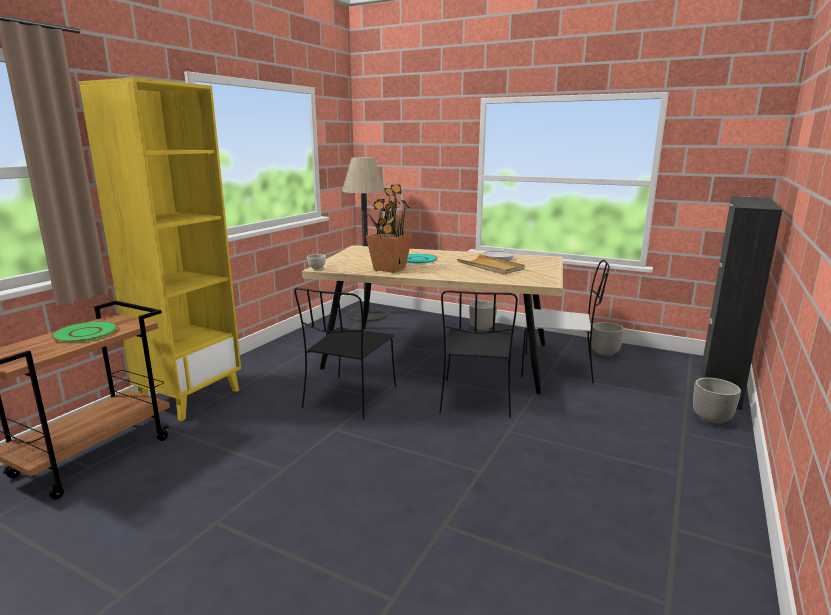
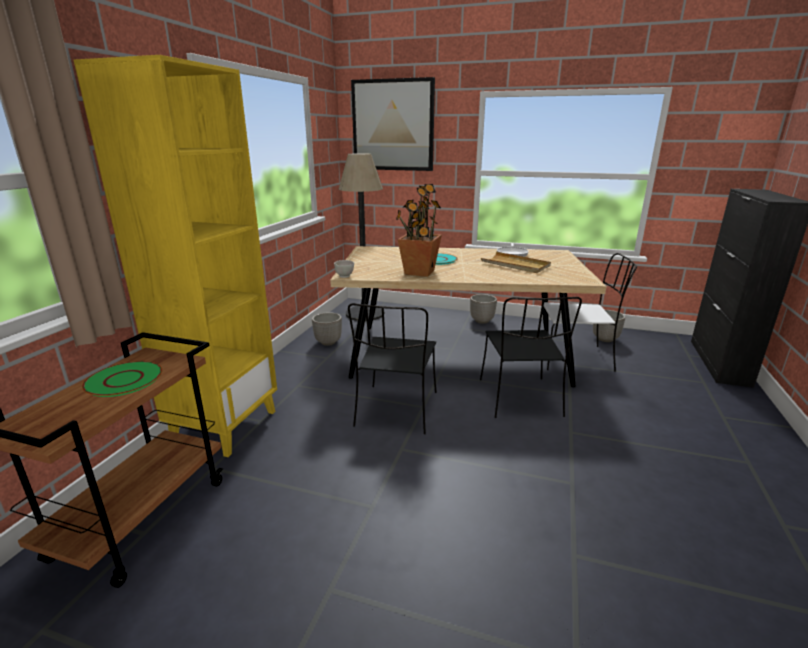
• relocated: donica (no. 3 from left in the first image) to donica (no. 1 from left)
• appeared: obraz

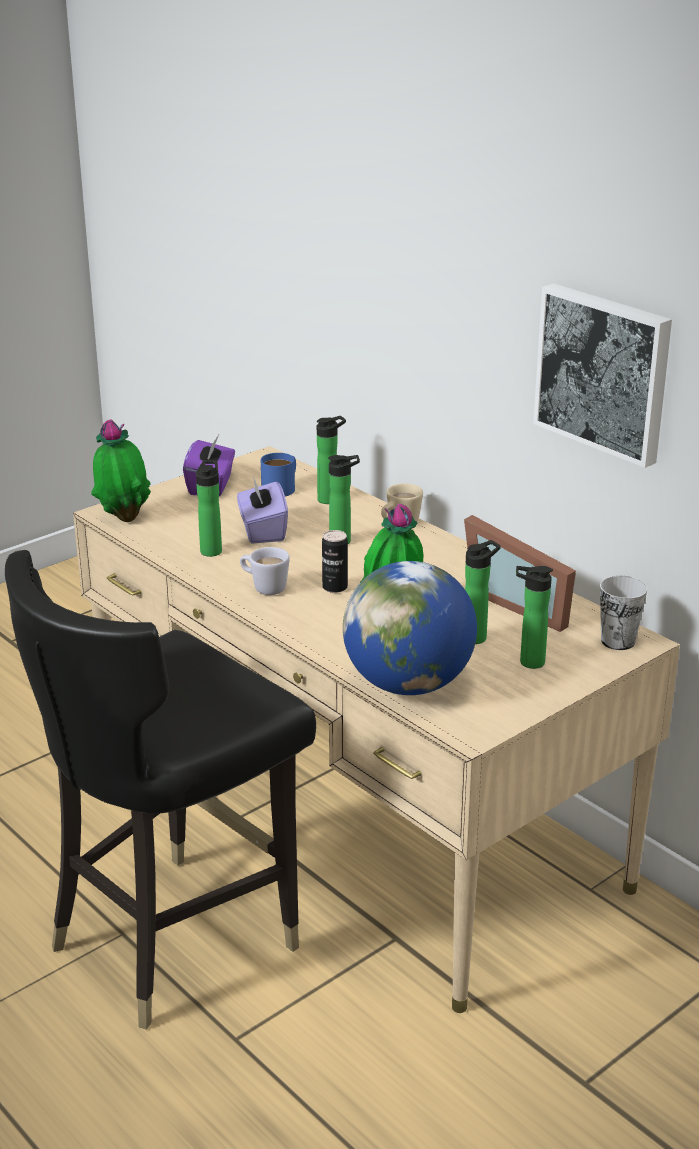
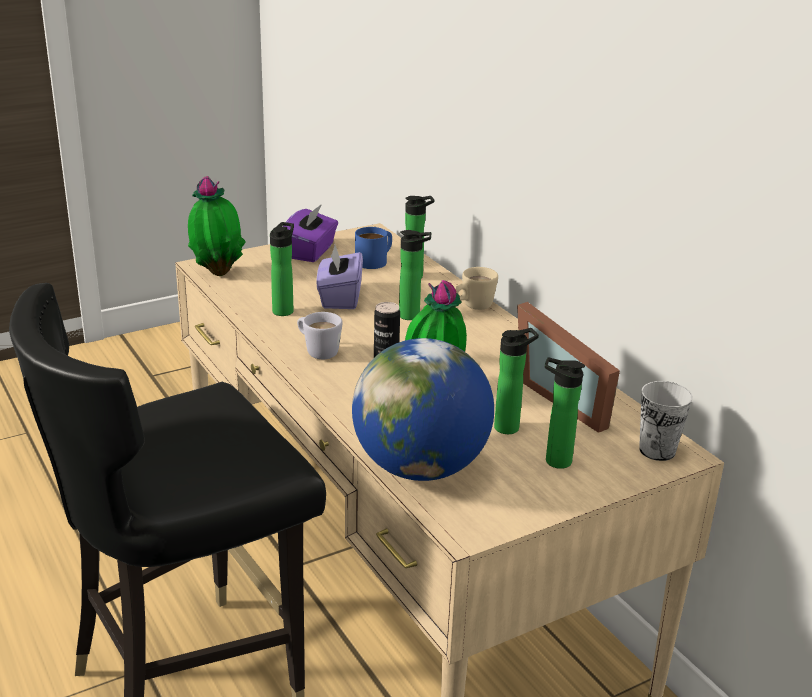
• missing: obraz

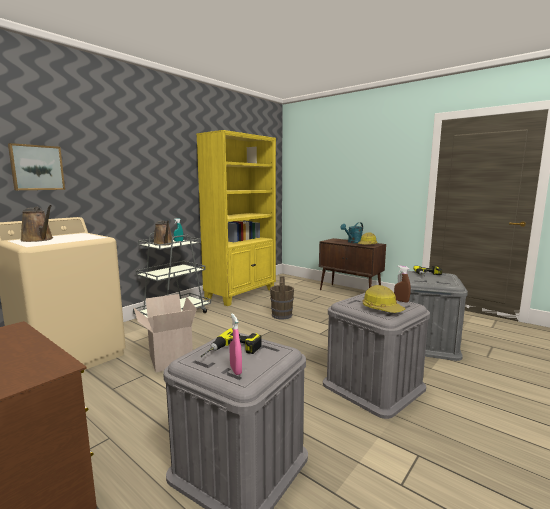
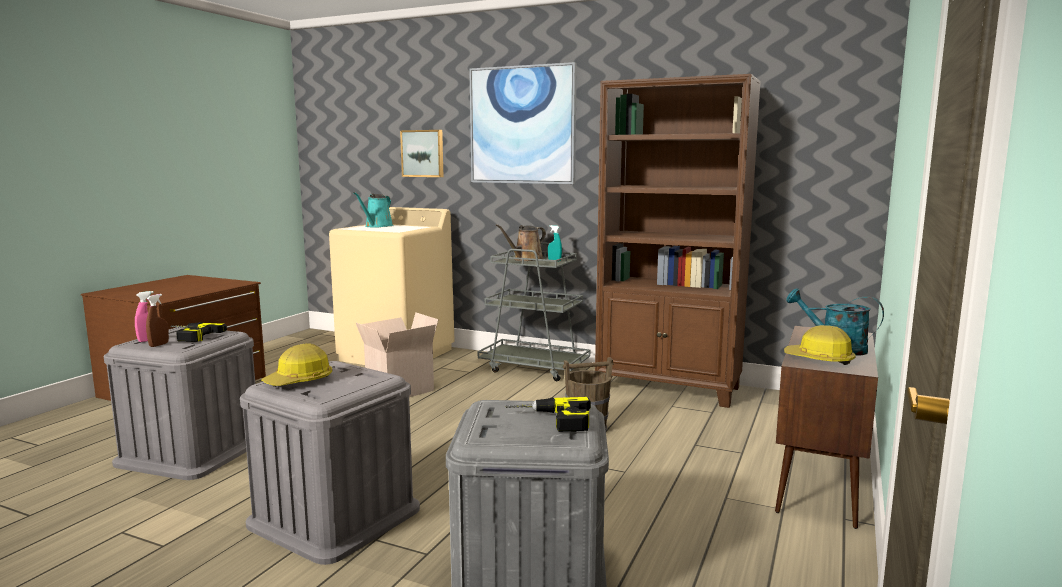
• colour: regał [żółty] to regał [brązowy]
• colour: konewka [brązowy] (no. 1 from left) to konewka [turkusowy] (no. 1 from left)
• relocated: spryskiwacz [brązowy]
• appeared: obraz (no. 2 from left)

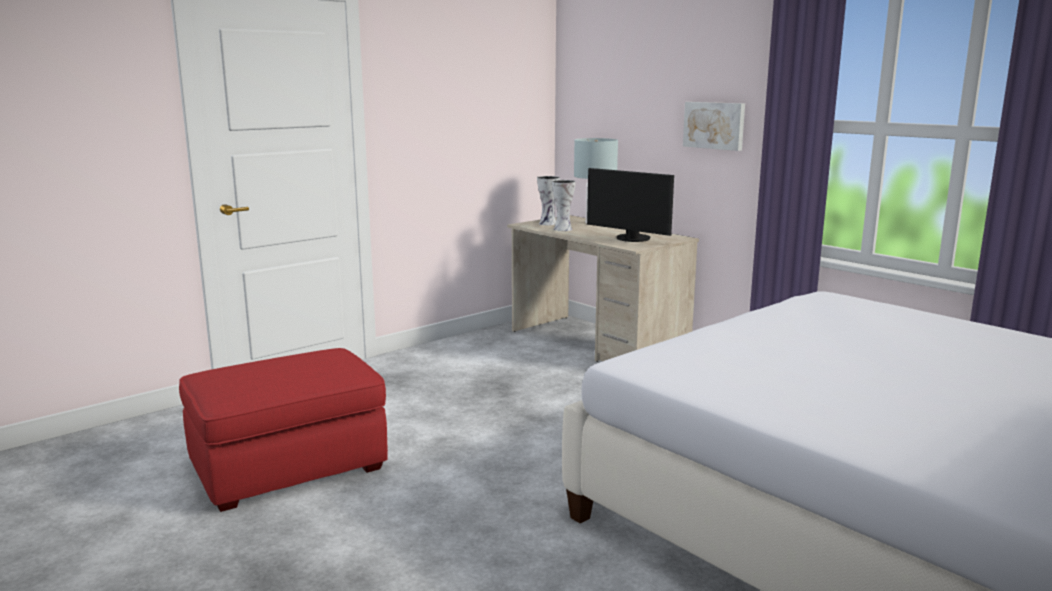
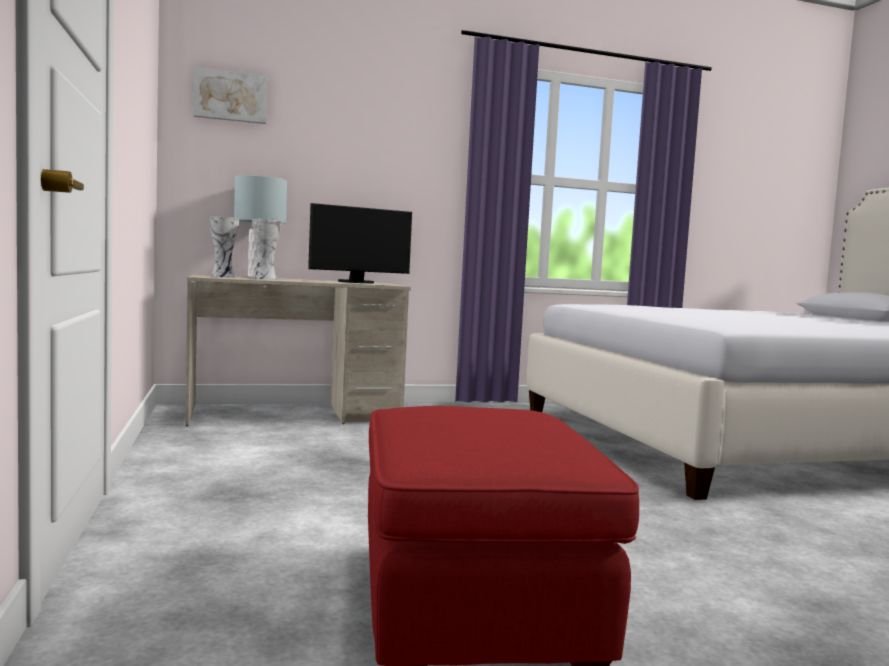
• relocated: obraz

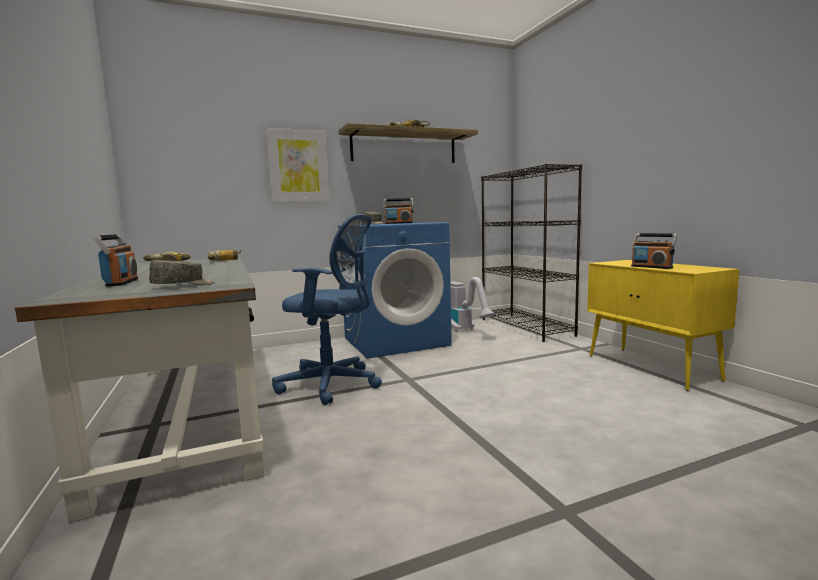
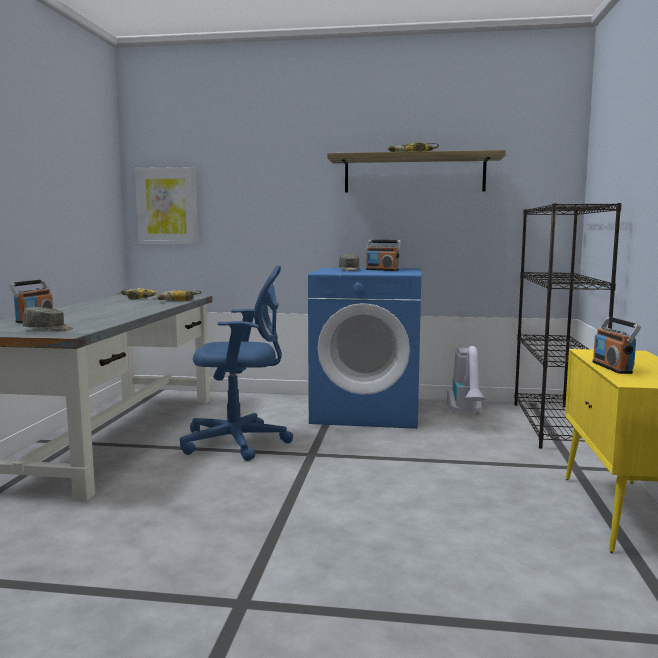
• relocated: obraz
• spun: krzesło biurowe [niebieski] 45 degrees counterclockwise

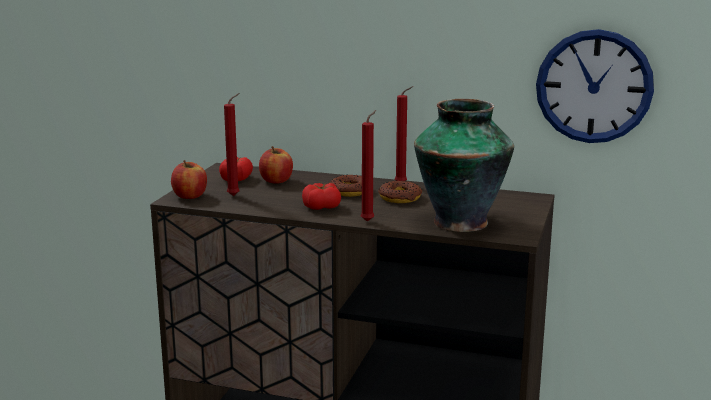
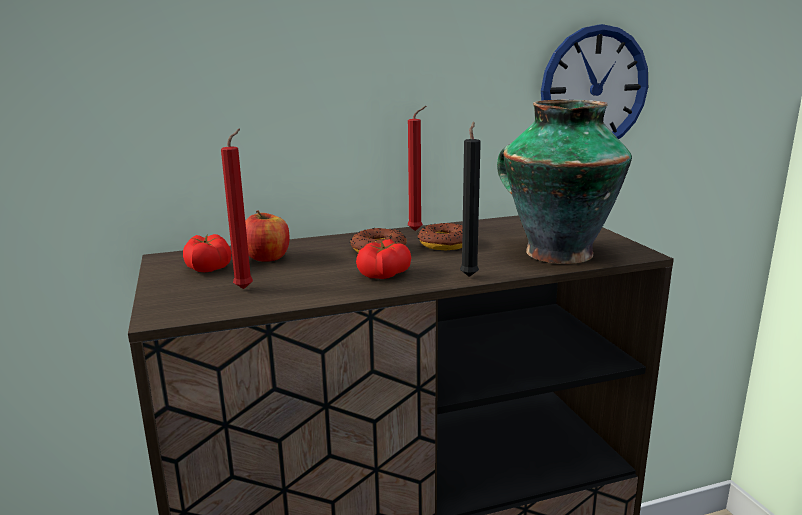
• colour: świeca [czerwony] (no. 2 from left) to świeca [czarny]
• missing: jabłko (no. 1 from left)

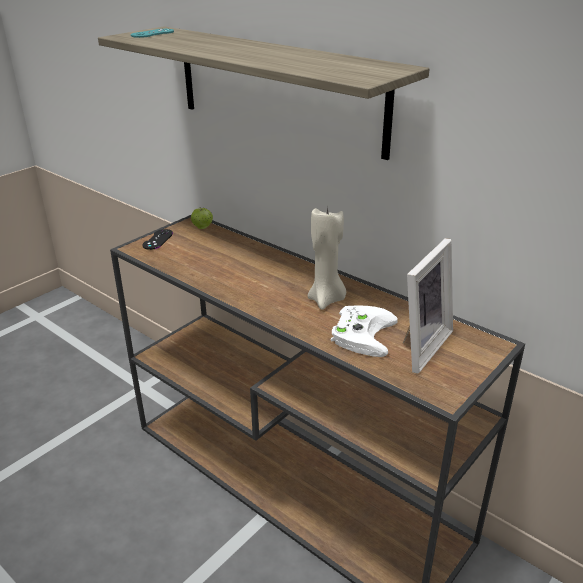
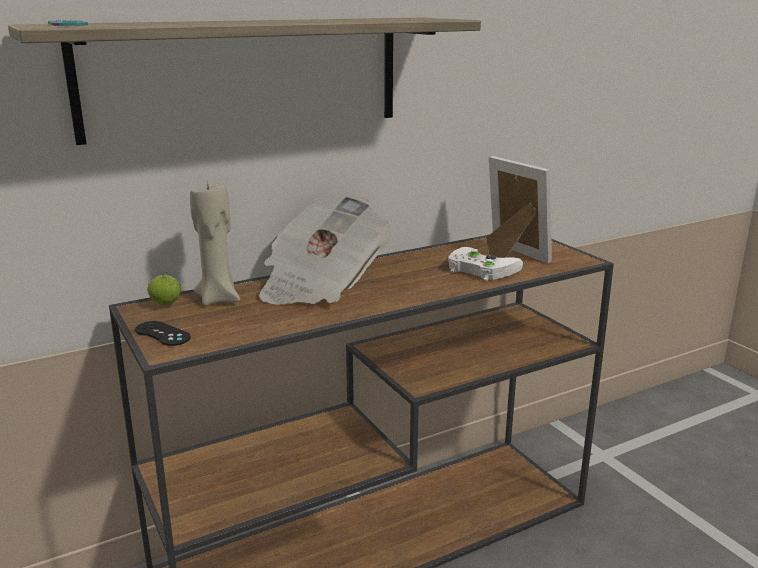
• relocated: świeca [beżowy]
• appeared: gazeta

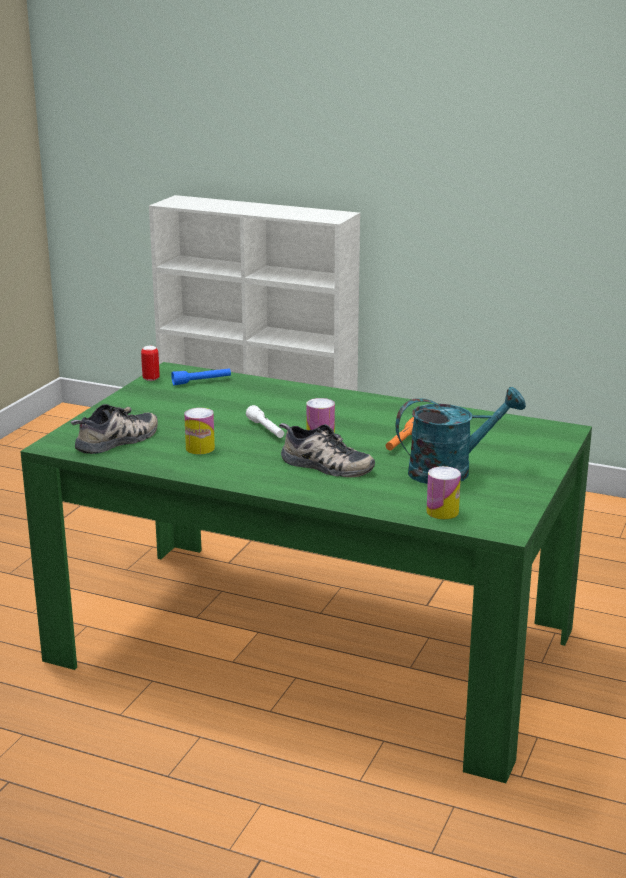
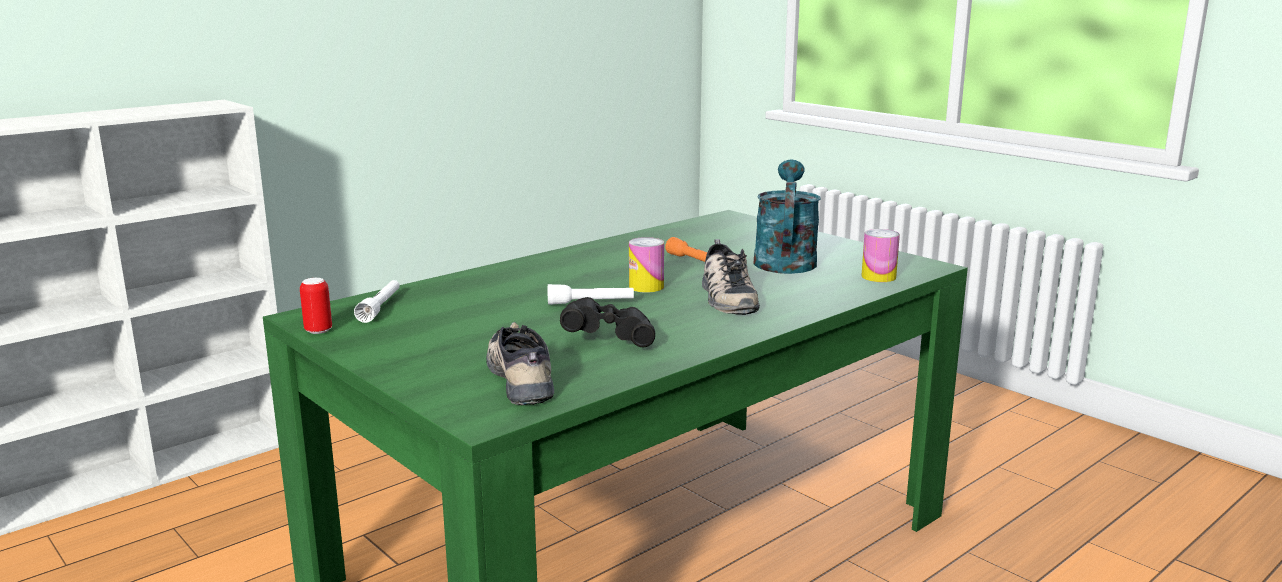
• colour: latarka [niebieski] to latarka [biały] (no. 1 from left)
• exchanged: puszka (no. 2 from left) to lornetka [czarny]
• spun: but (no. 2 from left) 120 degrees clockwise

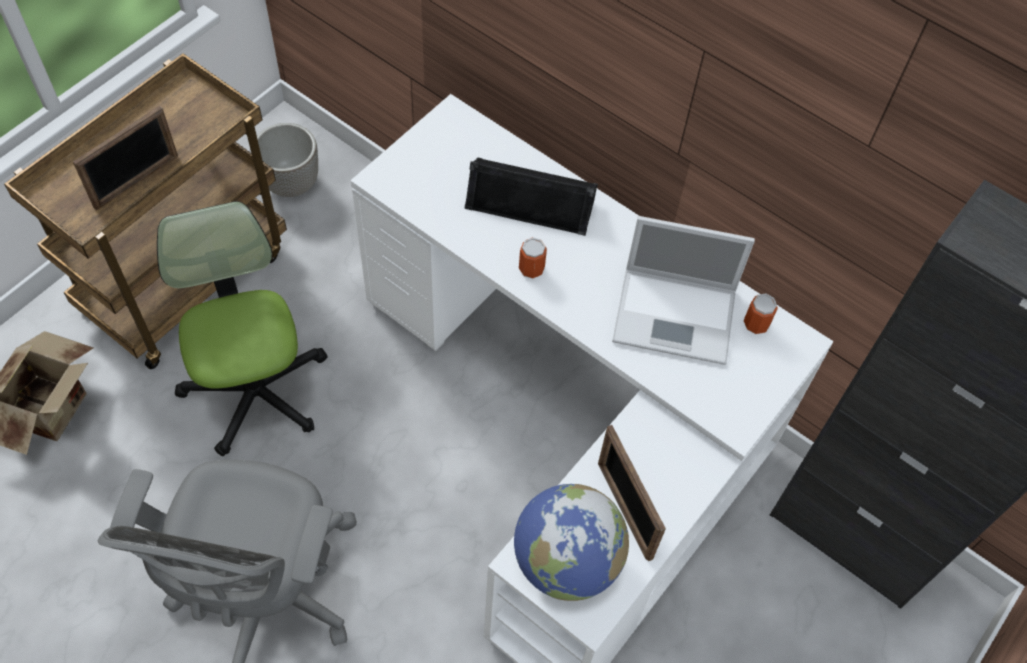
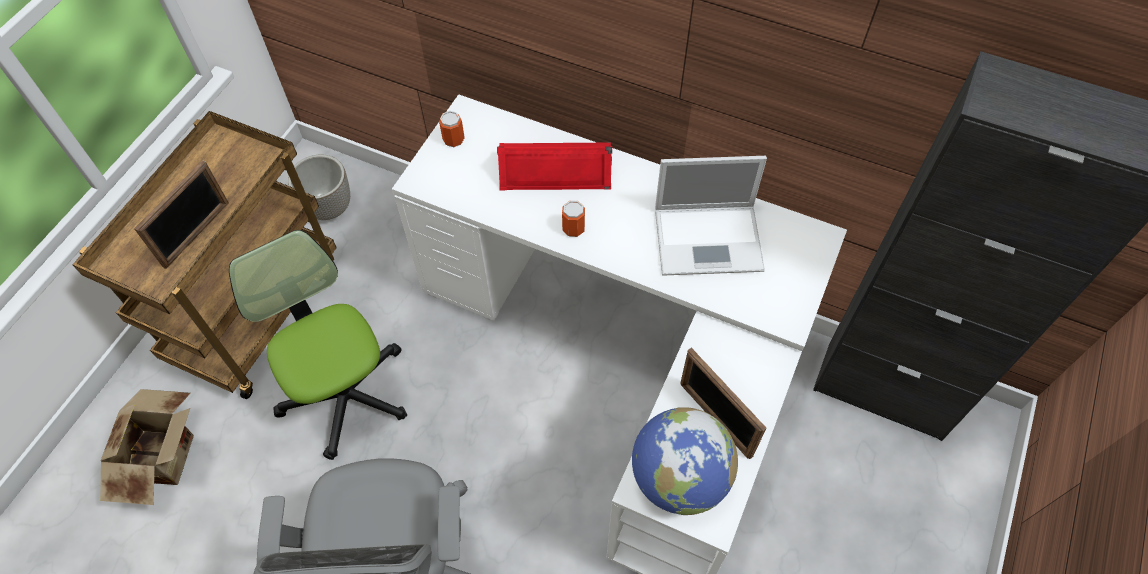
• colour: głośnik [czarny] to głośnik [czerwony]
• relocated: puszka (no. 2 from left in the first image) to puszka (no. 1 from left)

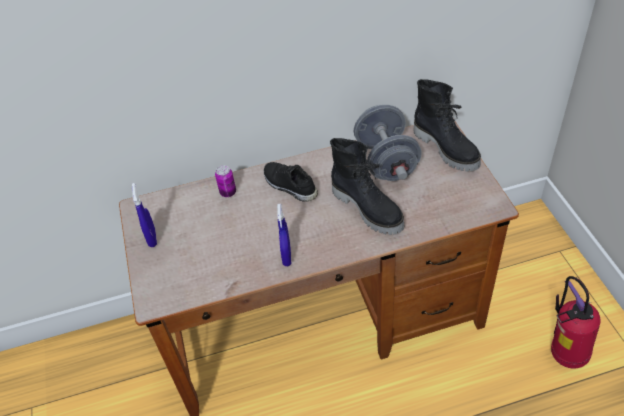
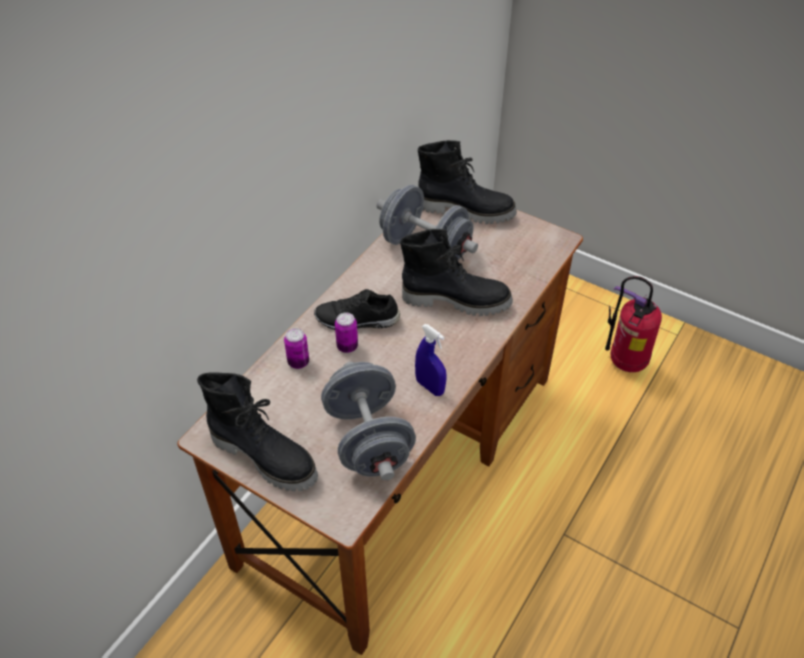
• exchanged: spryskiwacz [niebieski] (no. 1 from left) to but z cholewką [czarny] (no. 1 from left)
• appeared: puszka (no. 2 from left)
• appeared: hantel [szary] (no. 1 from left)

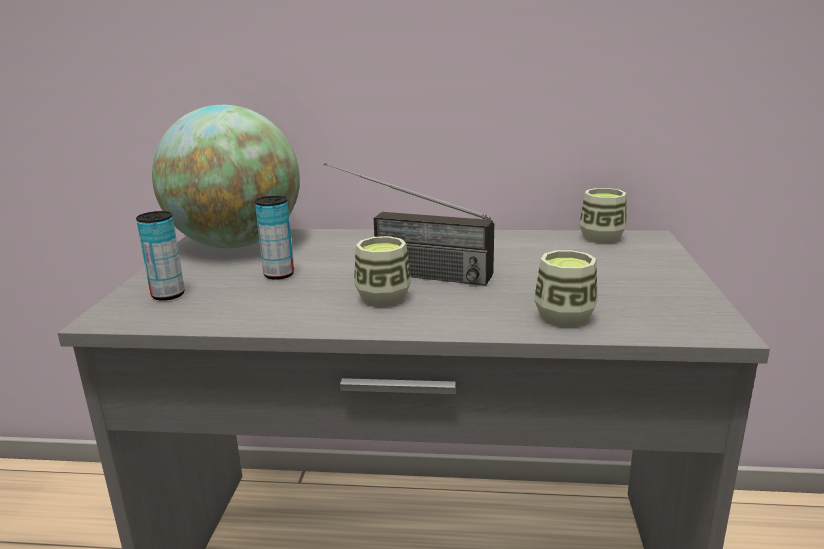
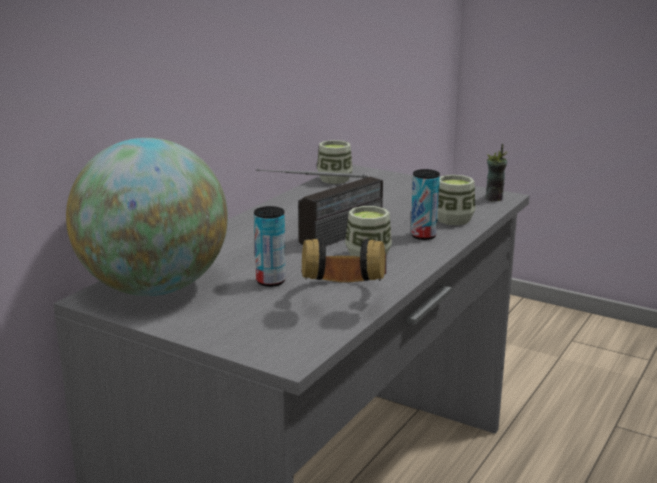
• relocated: puszka (no. 1 from left in the first image) to puszka (no. 2 from left)
• appeared: filiżanka (no. 4 from left)
• appeared: słuchawki

